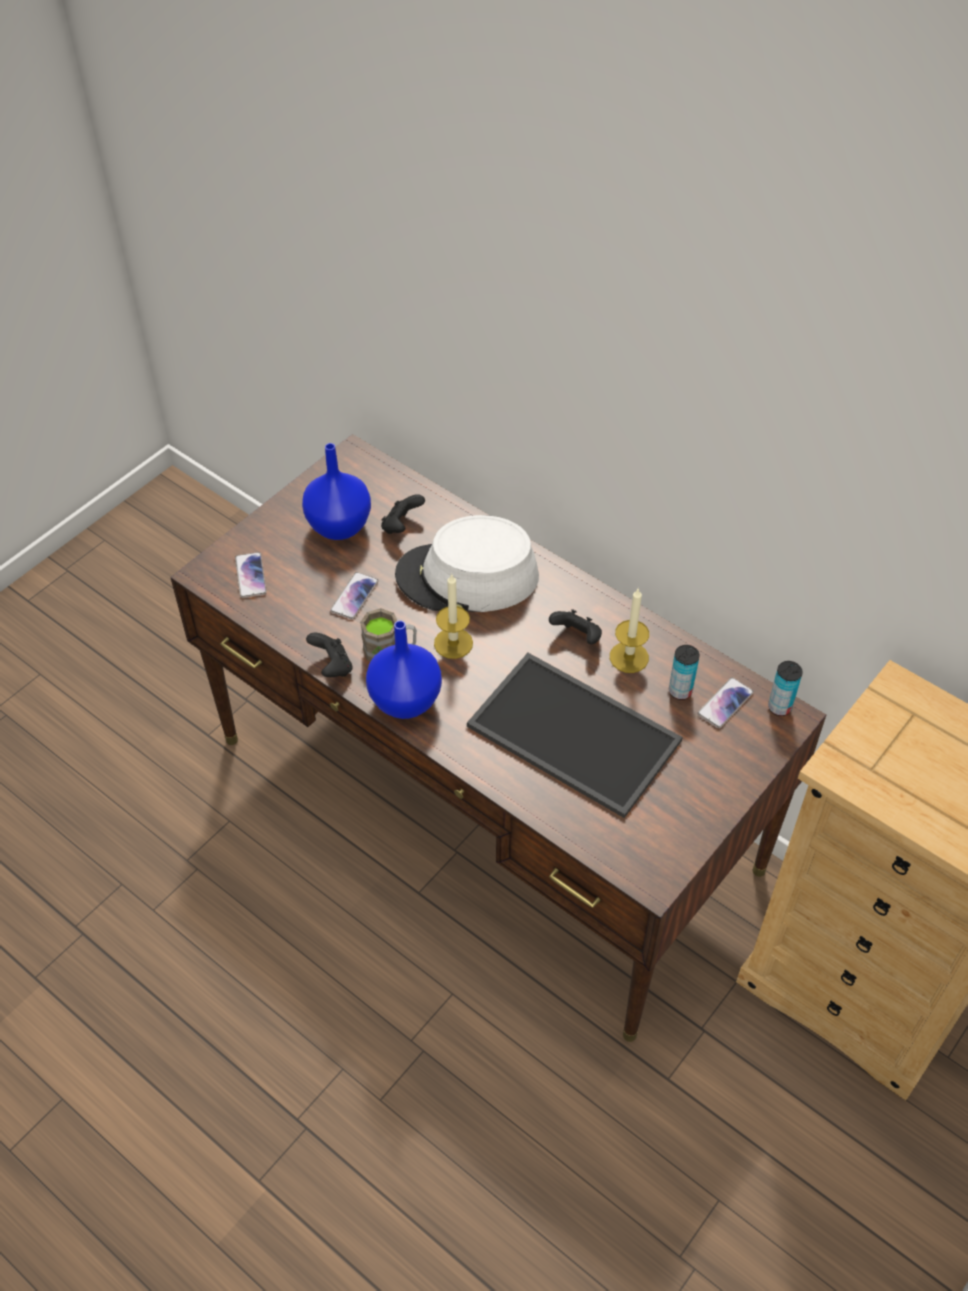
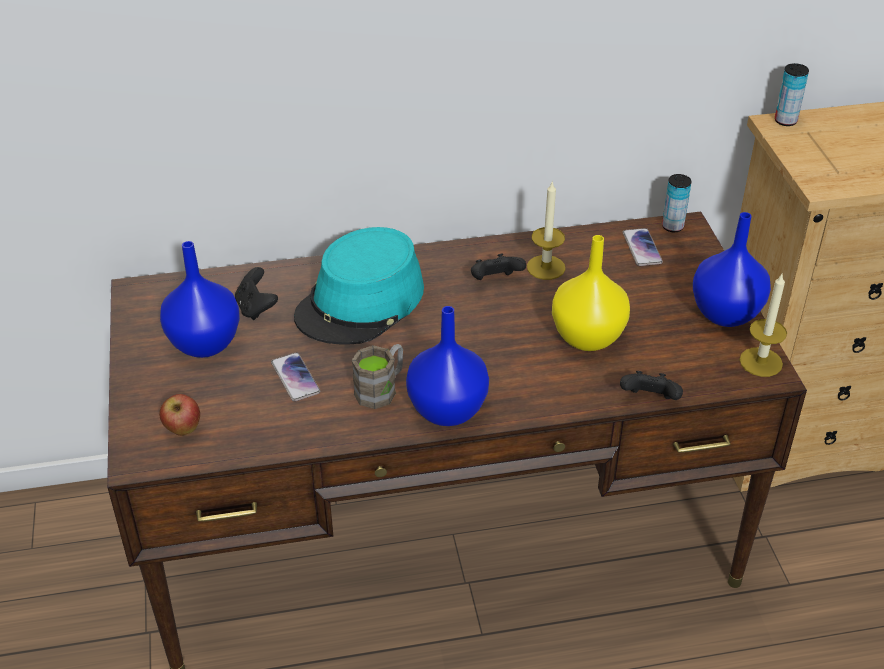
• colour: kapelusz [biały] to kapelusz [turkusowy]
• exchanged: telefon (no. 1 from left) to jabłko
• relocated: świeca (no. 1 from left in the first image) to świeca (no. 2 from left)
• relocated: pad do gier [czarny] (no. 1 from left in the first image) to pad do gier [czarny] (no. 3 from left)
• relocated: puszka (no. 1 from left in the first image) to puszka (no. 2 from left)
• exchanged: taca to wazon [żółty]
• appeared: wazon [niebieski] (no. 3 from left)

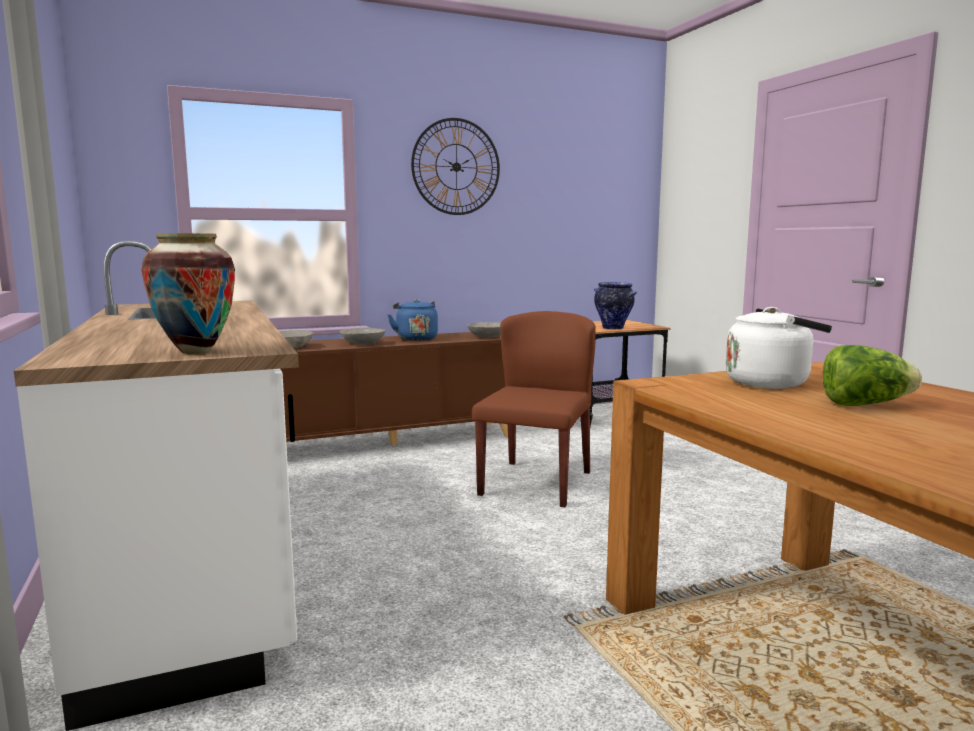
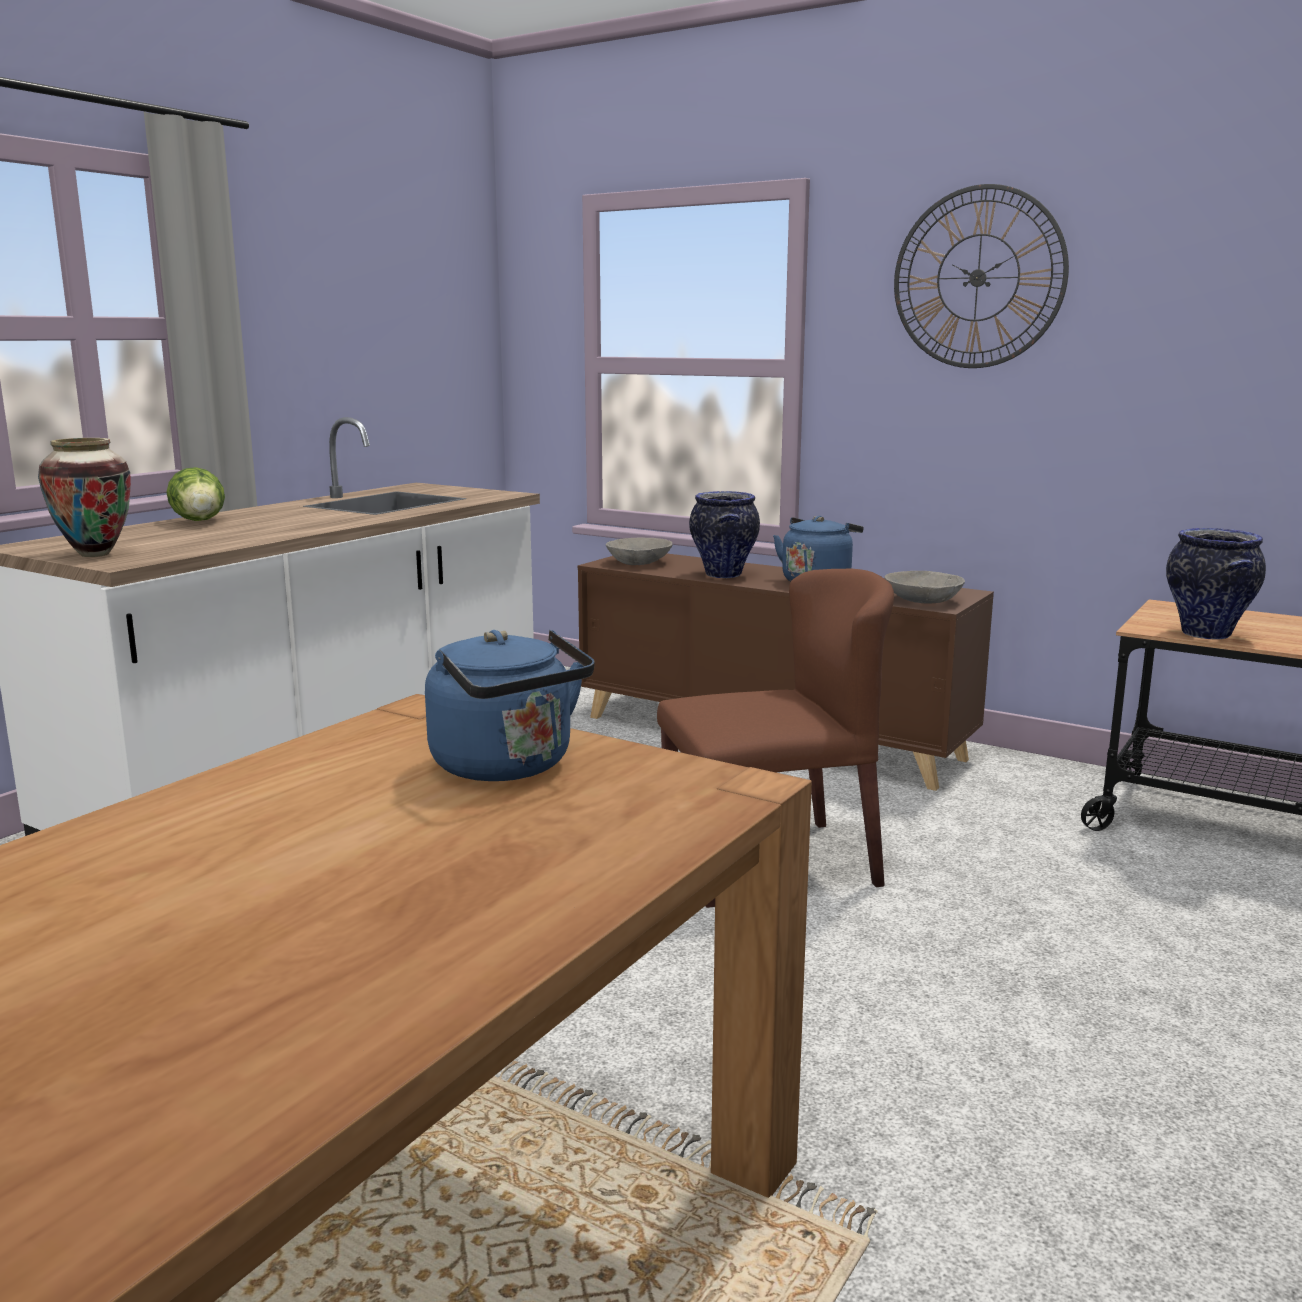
• colour: czajnik [biały] to czajnik [niebieski] (no. 1 from left)
• exchanged: miska [szary] (no. 2 from left) to wazon (no. 2 from left)
• relocated: sałata

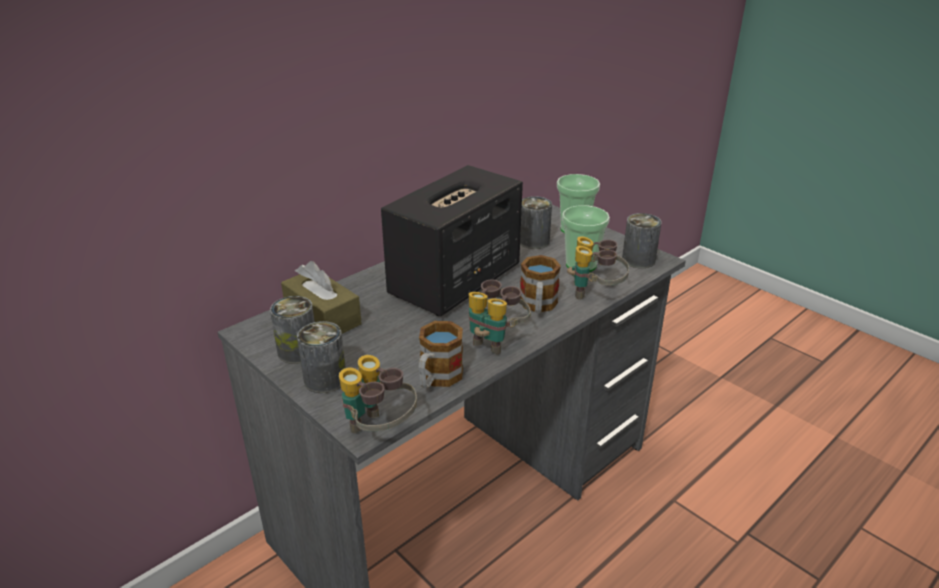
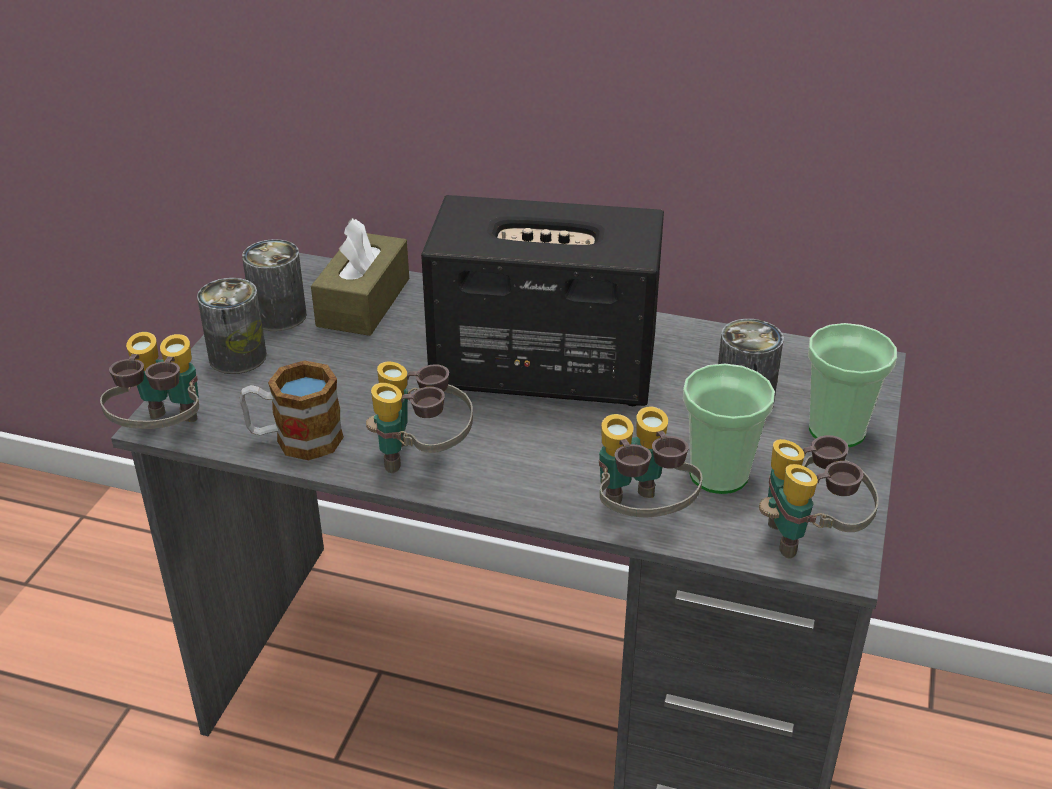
• exchanged: puszka (no. 4 from left) to lornetka (no. 4 from left)
• missing: kubek (no. 2 from left)

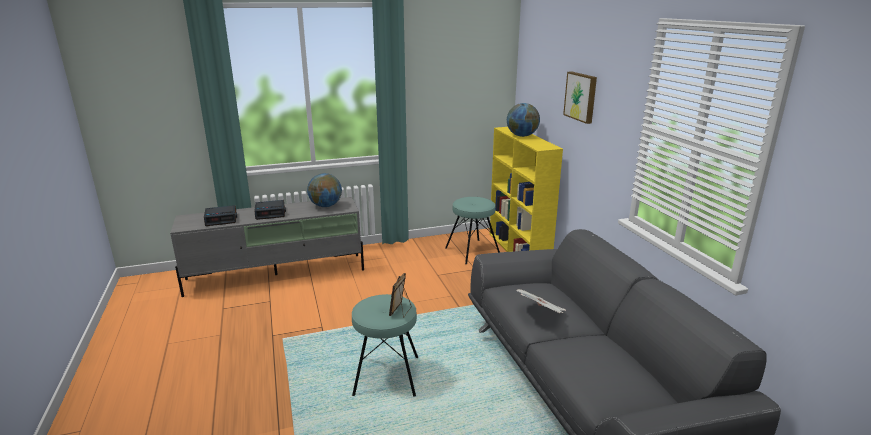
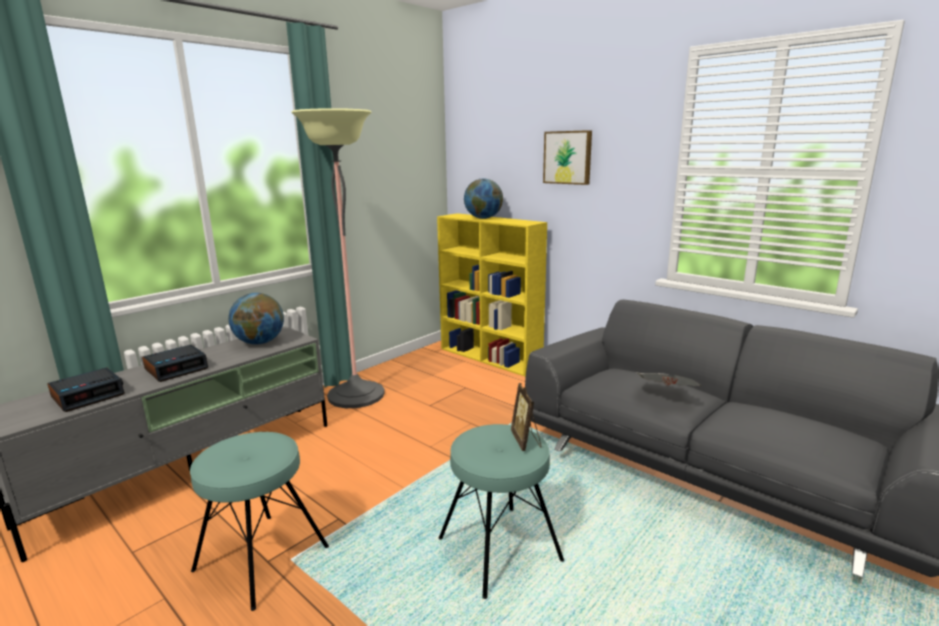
• relocated: stołek [turkusowy] (no. 2 from left in the first image) to stołek [turkusowy] (no. 1 from left)
• appeared: lampa stojąca

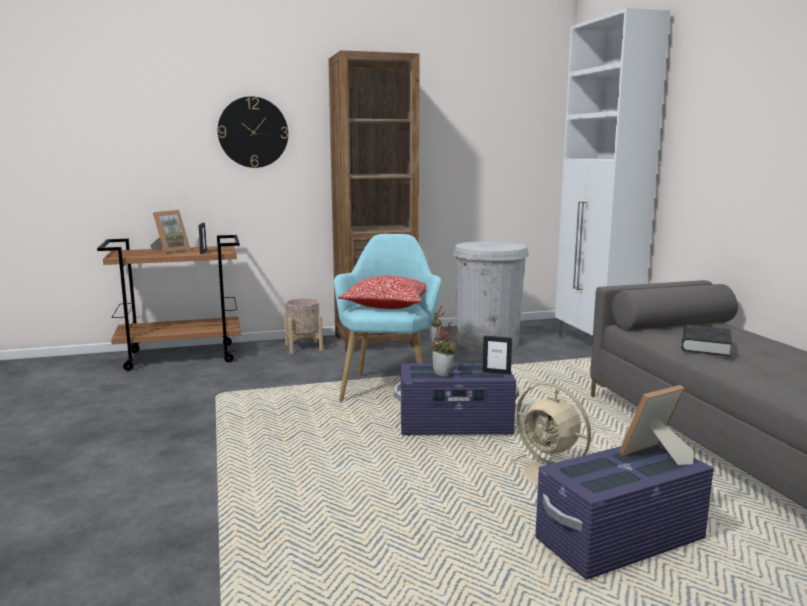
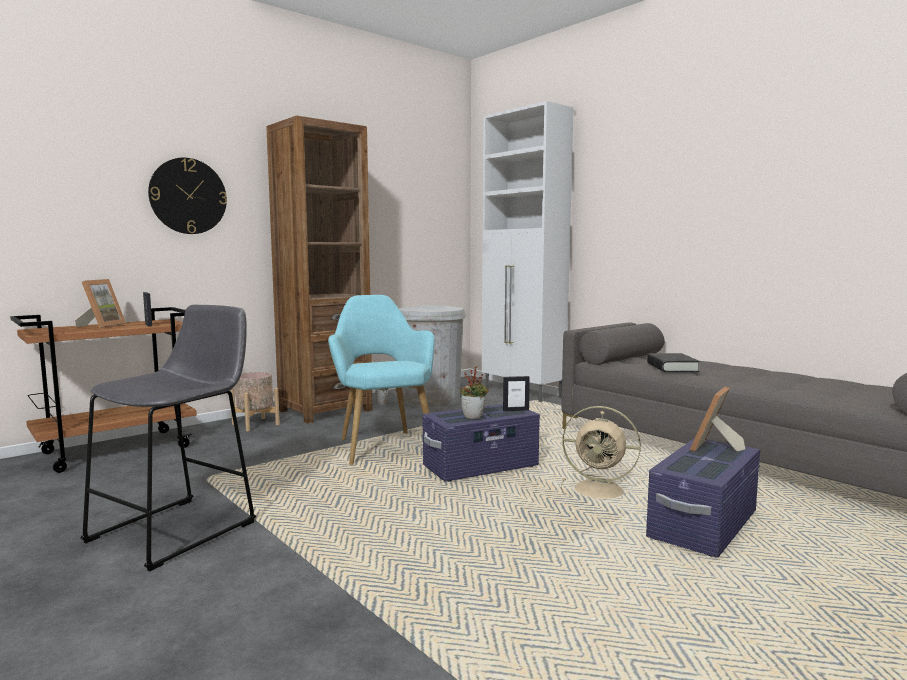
• missing: poduszka
• appeared: stołek [szary]

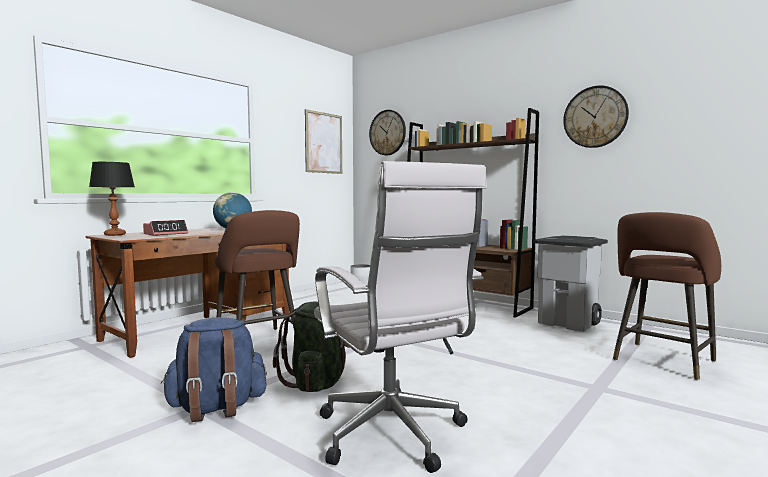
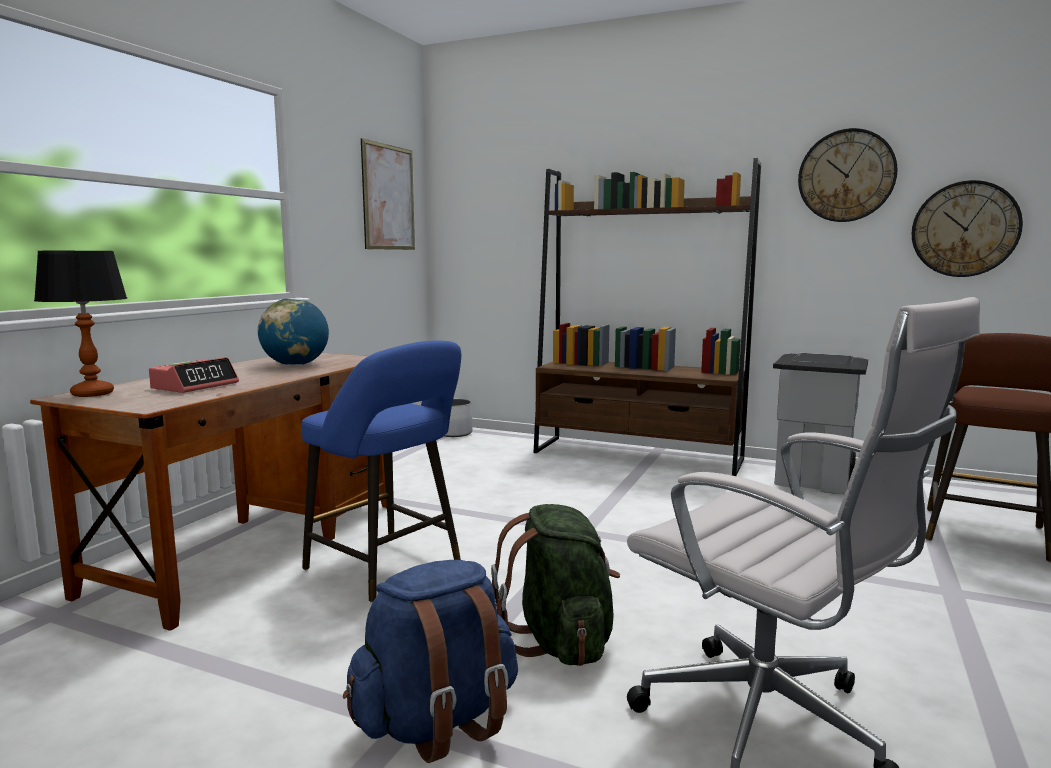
• relocated: zegar ścienny (no. 1 from left in the first image) to zegar ścienny (no. 2 from left)
• colour: stołek [brązowy] (no. 1 from left) to stołek [niebieski]

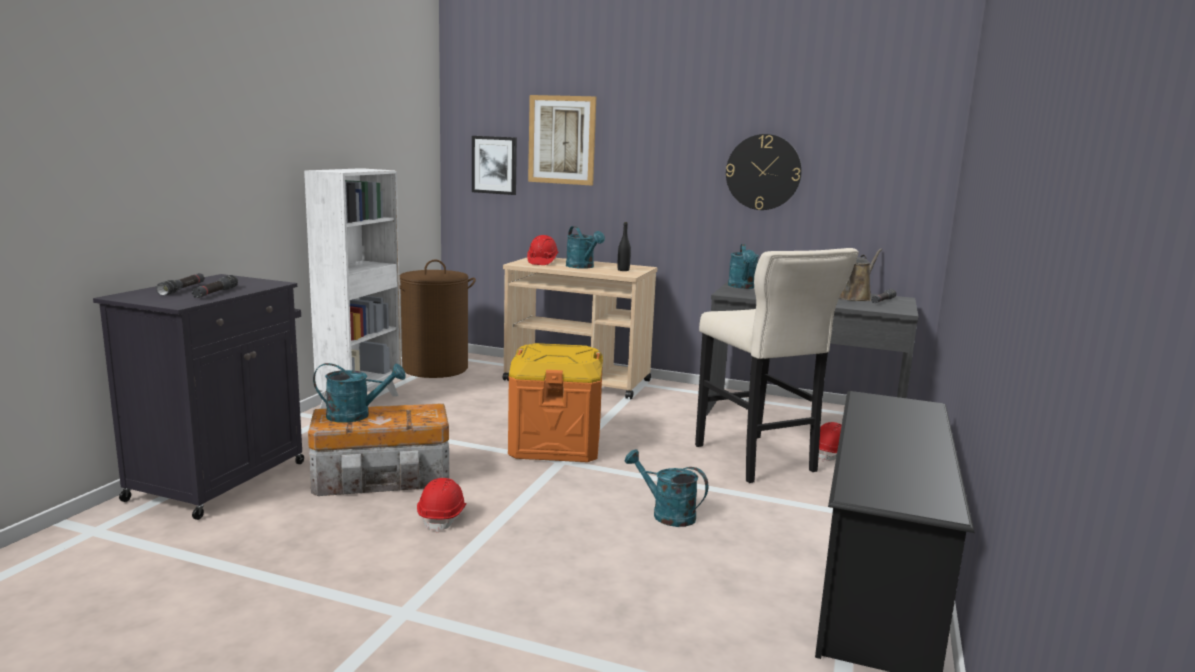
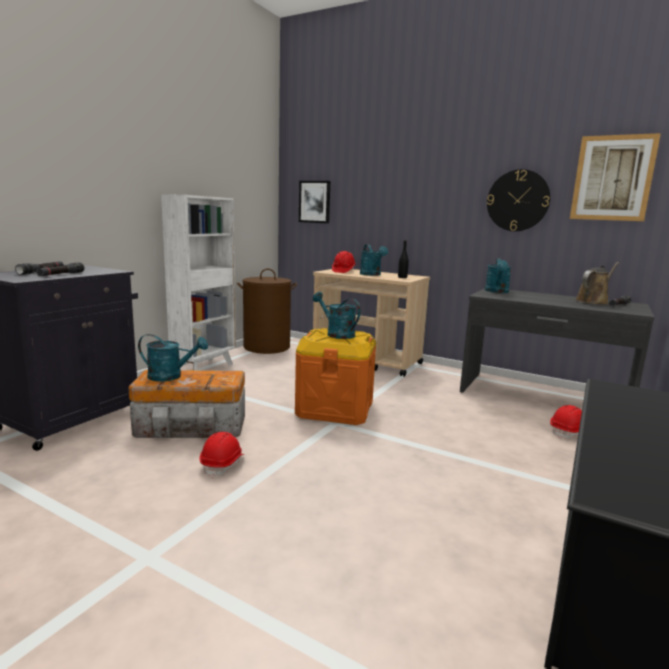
• relocated: obraz (no. 2 from left)
• missing: stołek [beżowy]
• relocated: konewka [turkusowy] (no. 3 from left in the first image) to konewka [turkusowy] (no. 2 from left)

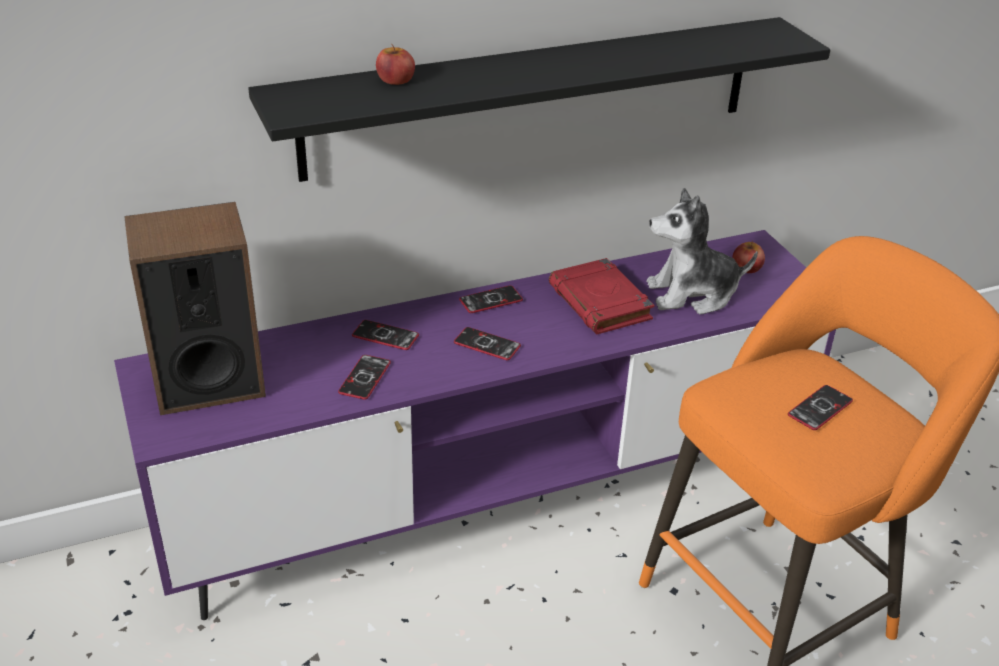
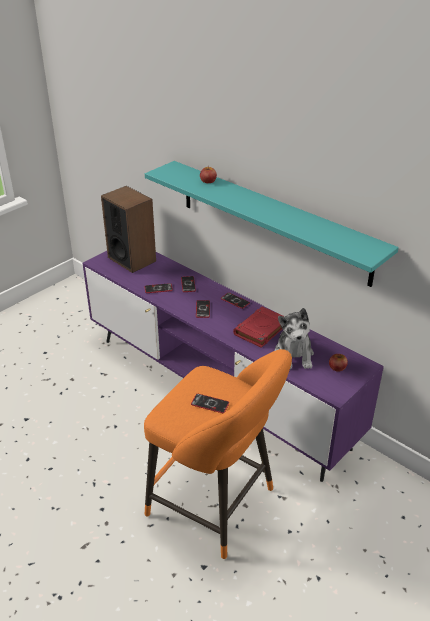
• colour: półka [czarny] to półka [turkusowy]
• spun: pluszak 150 degrees counterclockwise

